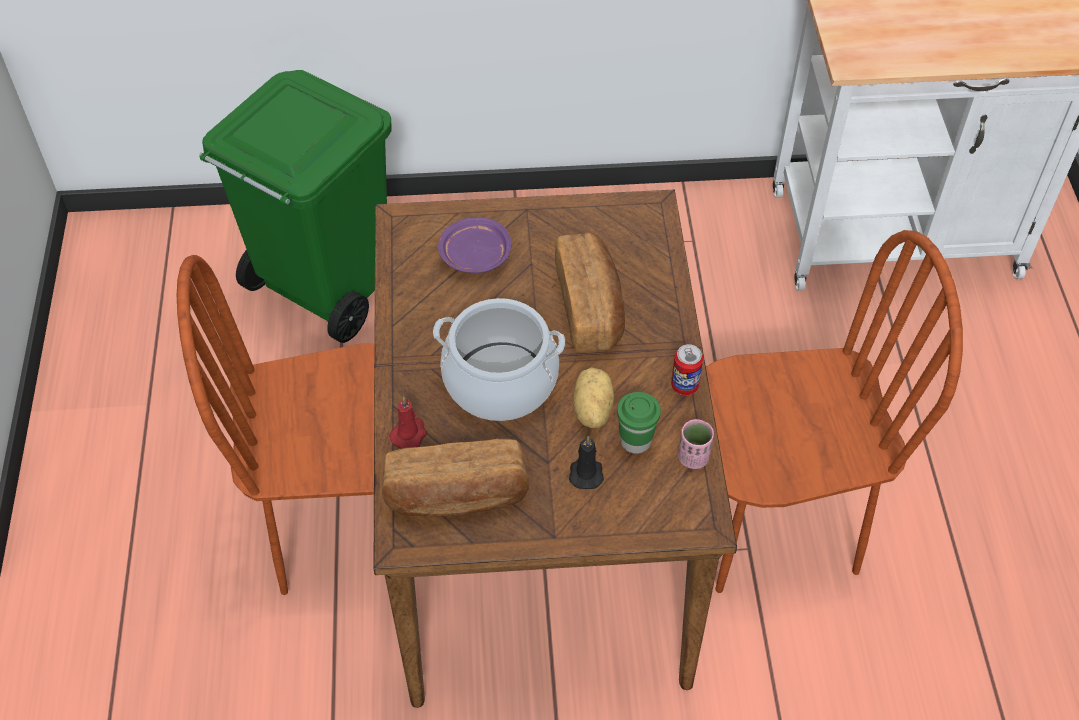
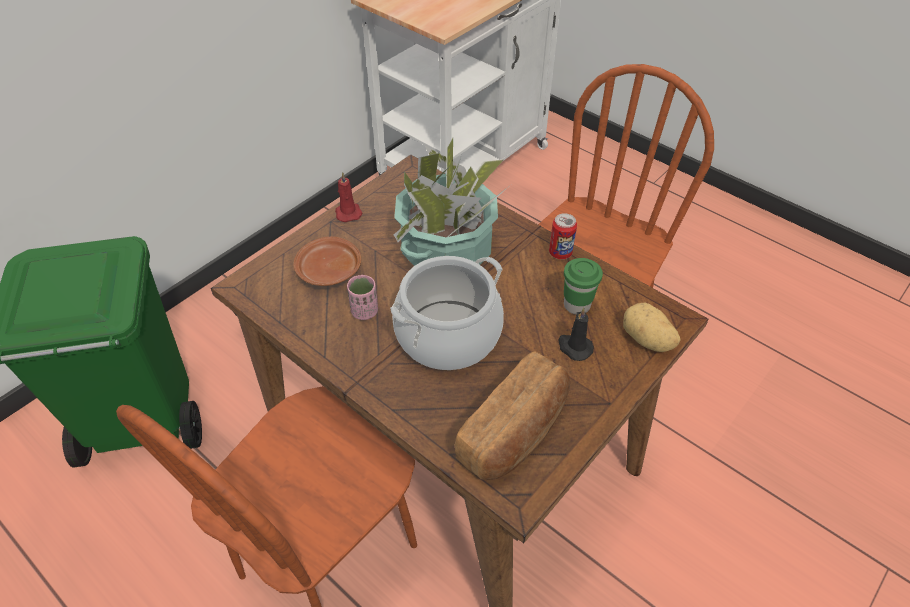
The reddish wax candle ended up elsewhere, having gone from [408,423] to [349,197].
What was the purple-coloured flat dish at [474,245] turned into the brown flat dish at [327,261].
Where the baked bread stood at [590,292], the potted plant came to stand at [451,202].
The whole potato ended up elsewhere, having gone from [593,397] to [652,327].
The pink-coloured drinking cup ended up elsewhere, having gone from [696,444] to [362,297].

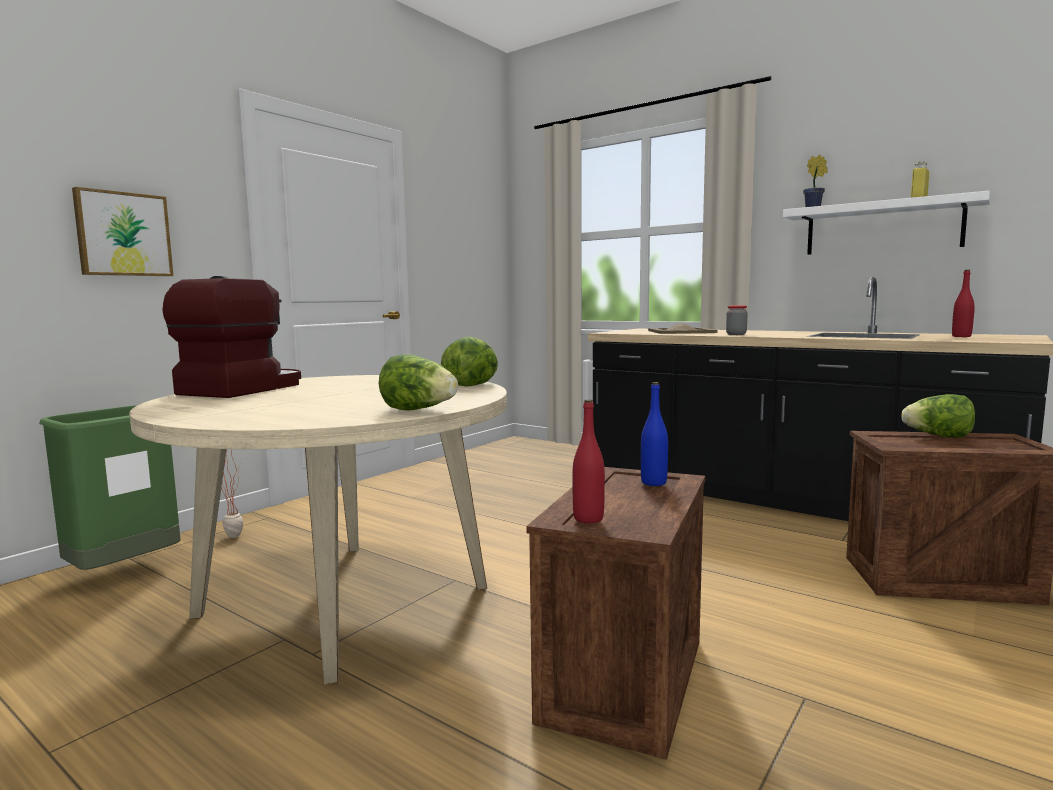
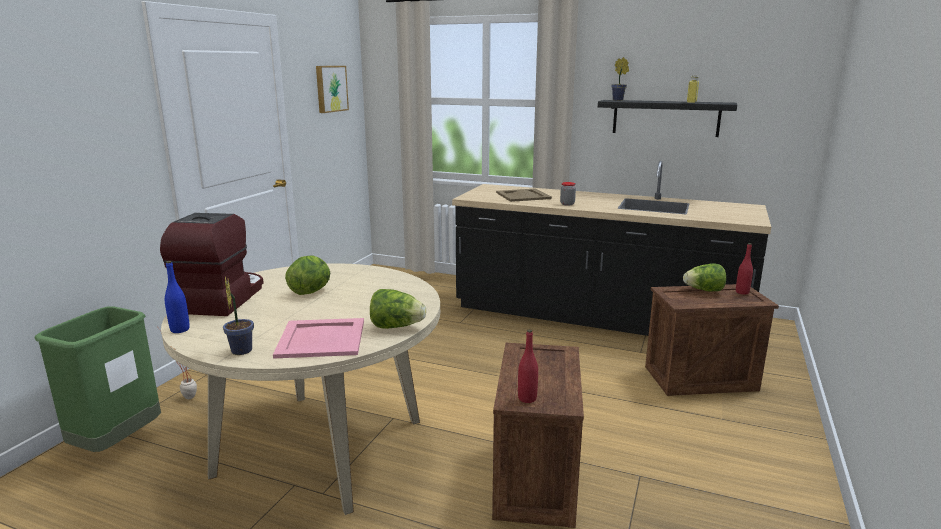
The picture ended up elsewhere, having gone from [123,231] to [332,89].
The lettuce ended up elsewhere, having gone from [469,361] to [307,275].
The bluish beverage bottle ended up elsewhere, having gone from [654,434] to [177,297].
What was the white shelf at [887,223] turned into the black-coloured shelf at [667,118].
The reddish beverage bottle ended up elsewhere, having gone from [963,303] to [744,269].
The second view gained the potted plant at [238,316].
The second view gained the pink-coloured tray at [318,338].

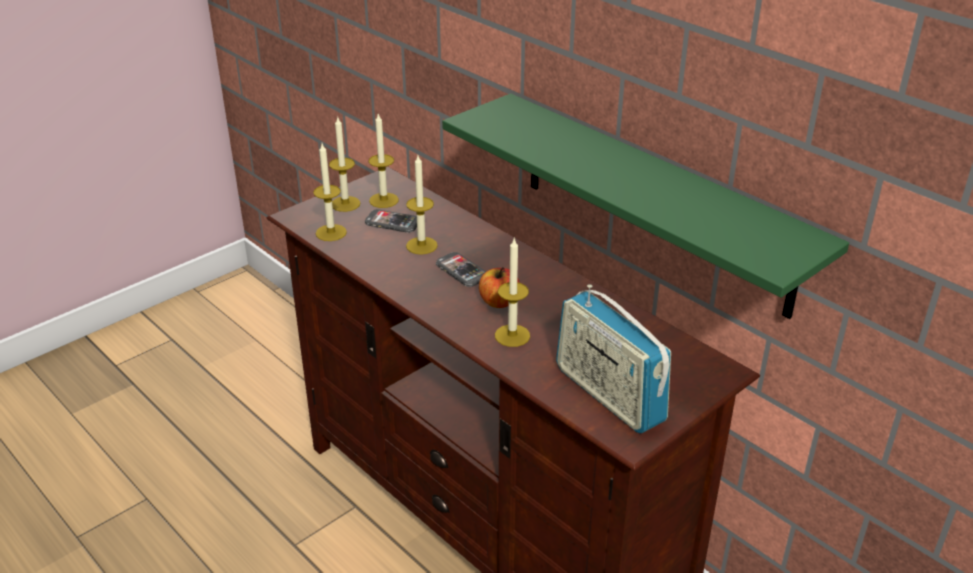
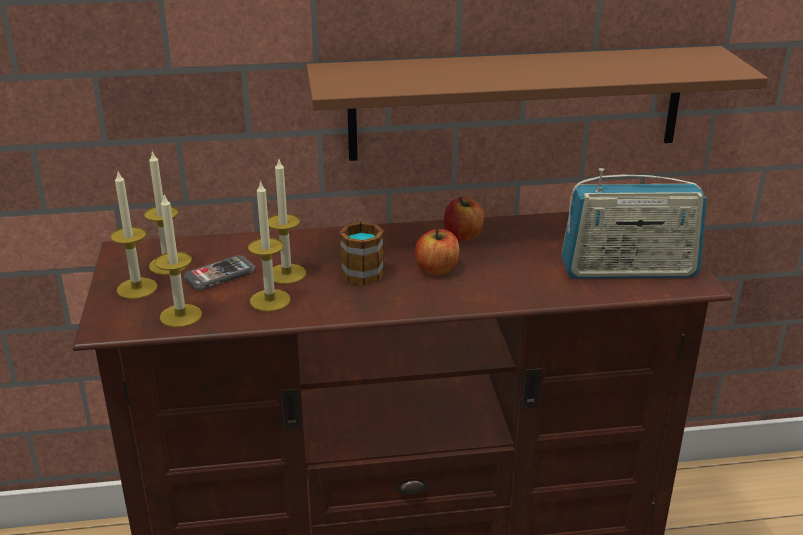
Where the telephone stood at [461,269], the coffee mug came to stand at [362,252].
What was the green-coloured shelf at [645,206] turned into the brown shelf at [537,103].
The wax candle ended up elsewhere, having gone from [512,293] to [269,246].
The second view gained the apple at [464,219].

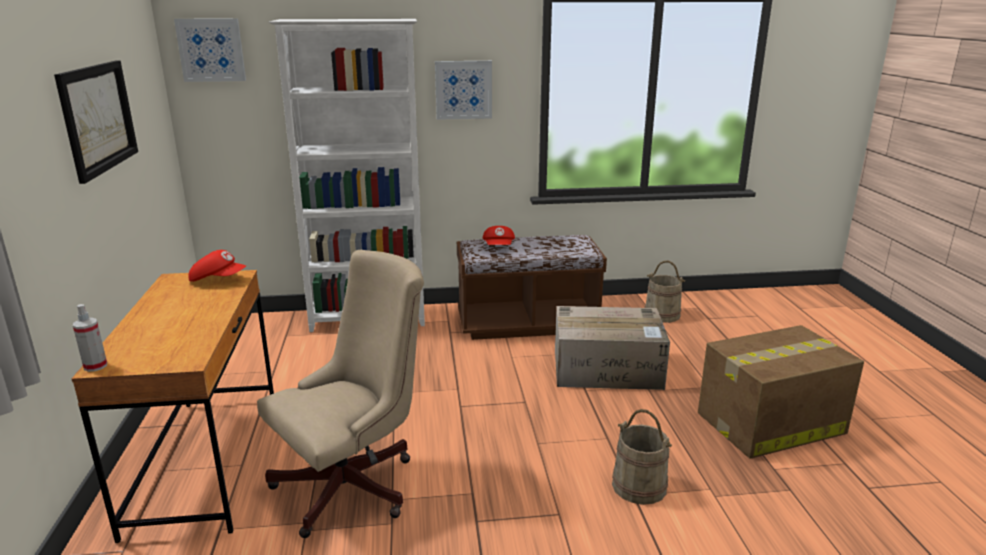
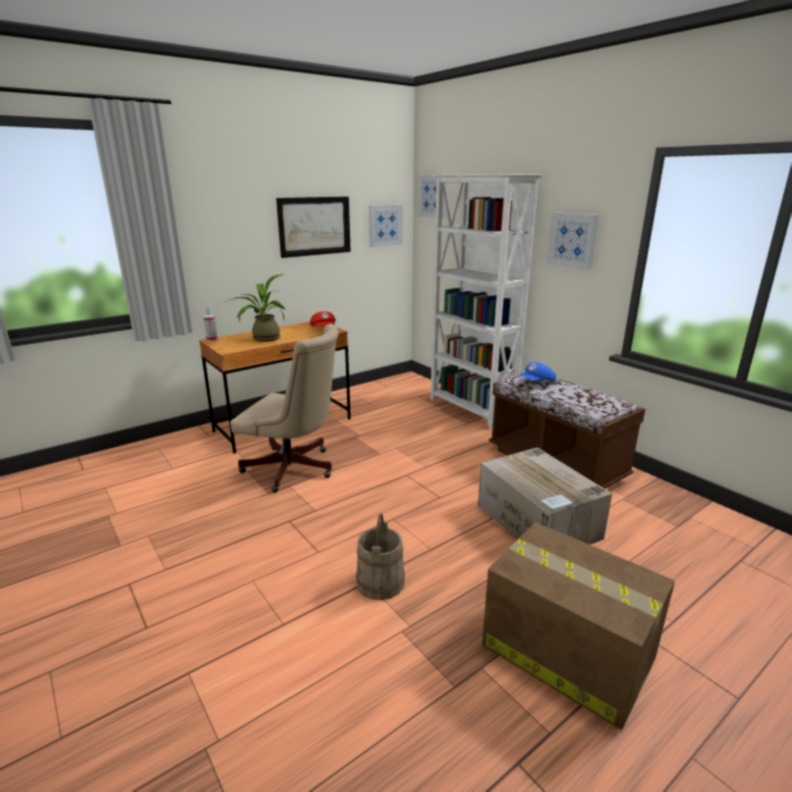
What was the reddish peaked cap at [499,235] turned into the bluish peaked cap at [538,372].
The second view lost the sand-coloured water bucket at [664,292].
The second view gained the potted plant at [255,308].
The second view gained the picture at [386,226].

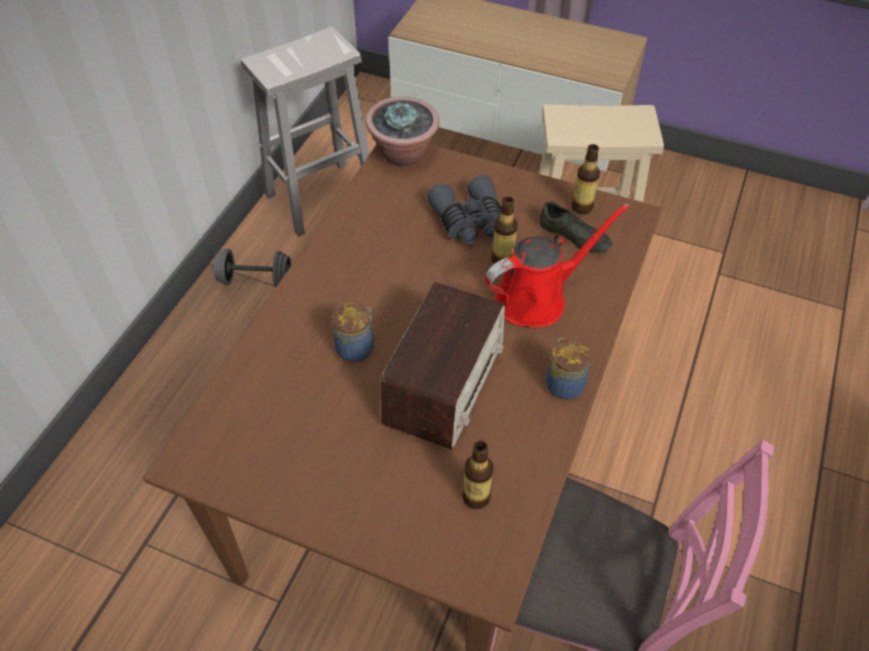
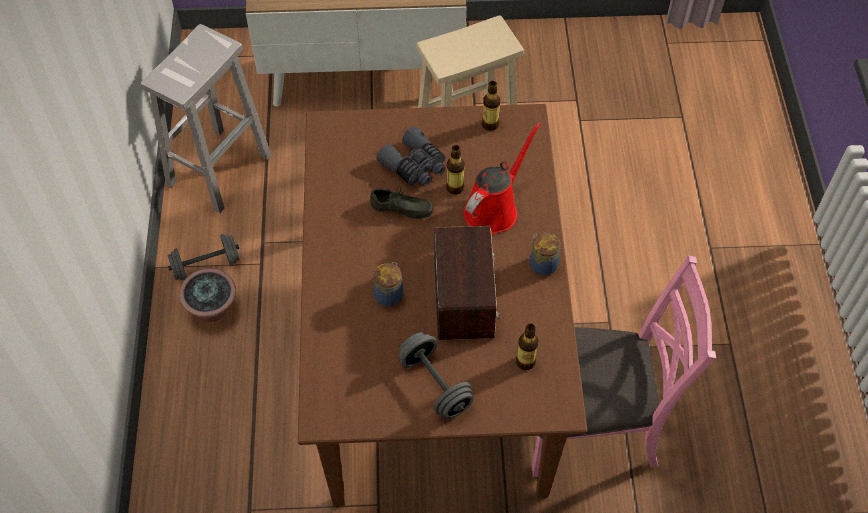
The potted plant ended up elsewhere, having gone from [402,131] to [207,295].
The grey shoe ended up elsewhere, having gone from [576,227] to [402,202].
The second view gained the grey dumbbell at [436,375].

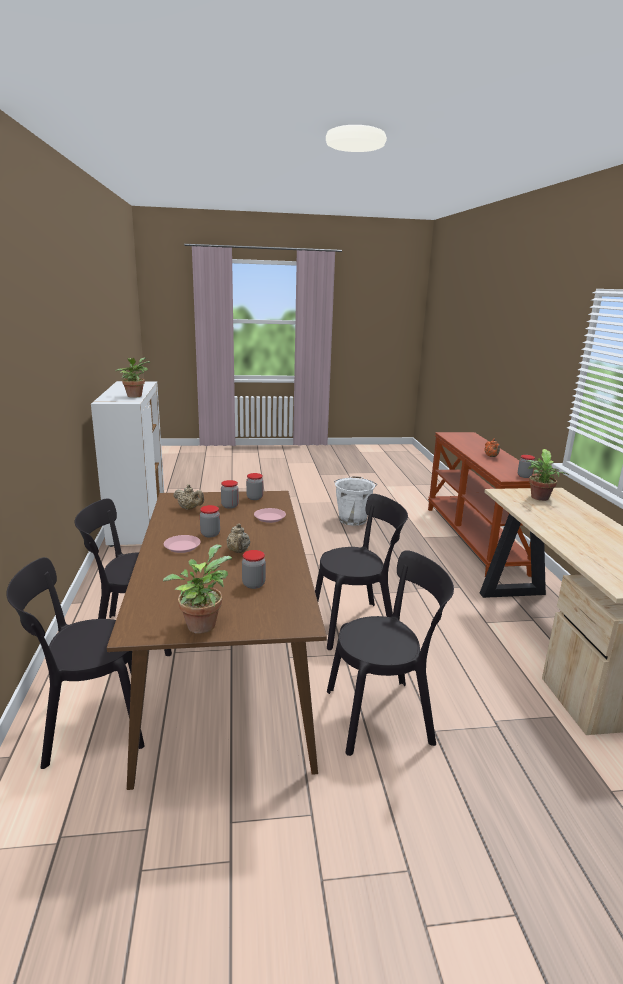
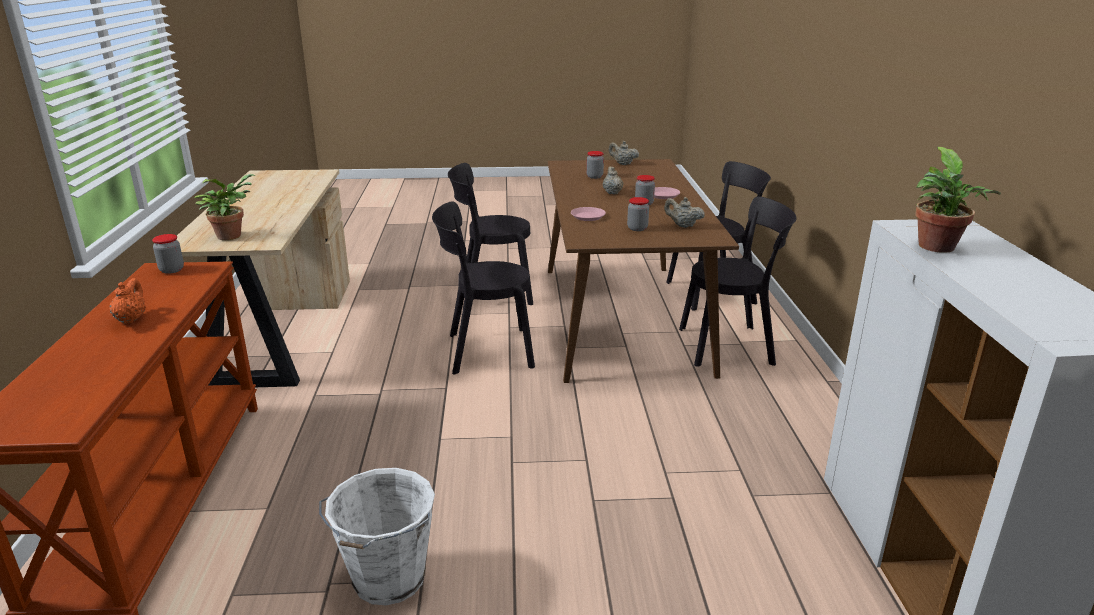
Where the potted plant stood at [197,589], the sand-coloured tea pot came to stand at [623,153].
The second view lost the jar at [254,486].

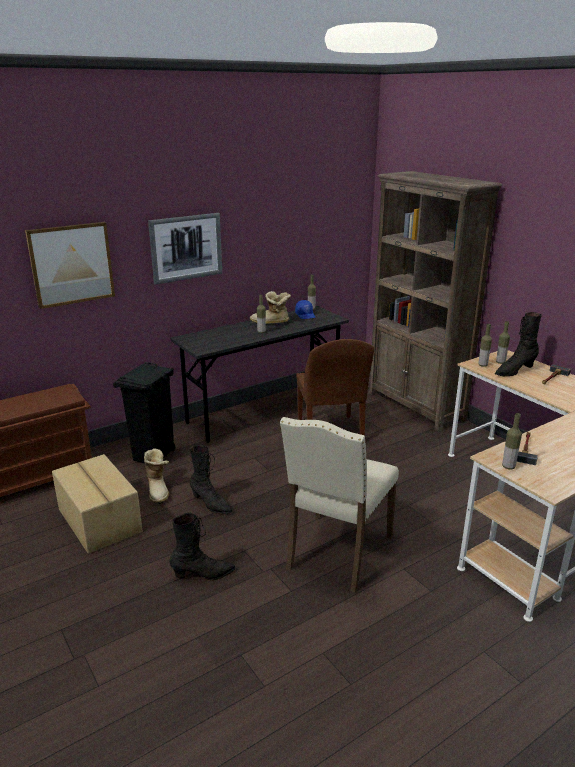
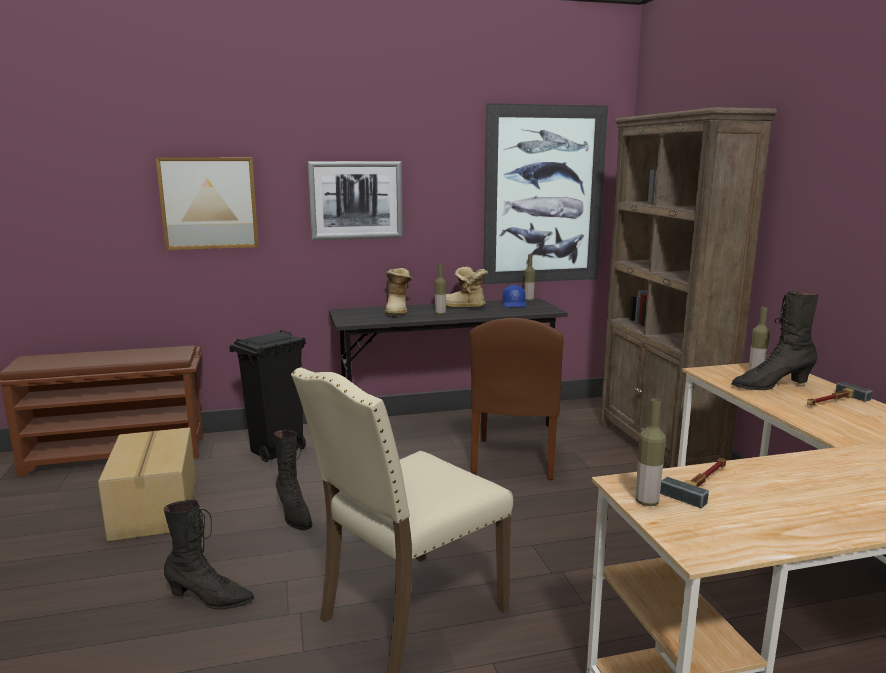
The tall boot ended up elsewhere, having gone from [156,476] to [399,292].
The second view lost the beverage bottle at [485,345].
The second view gained the picture at [545,193].

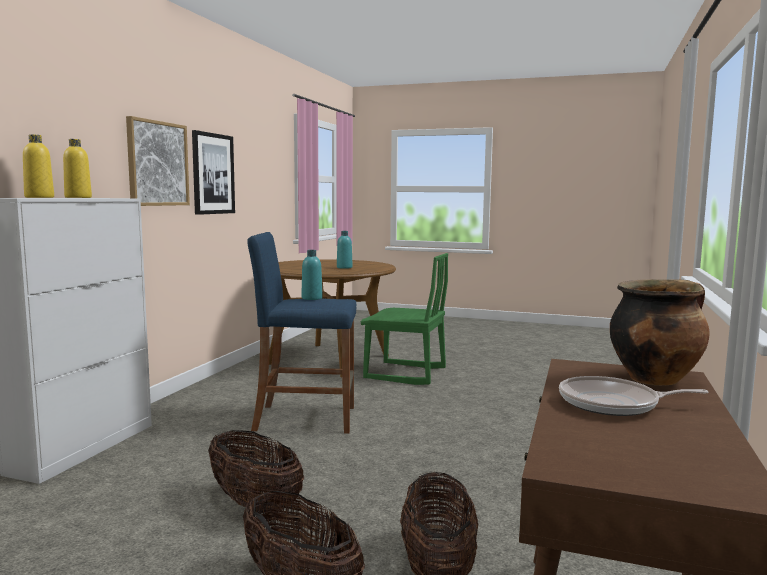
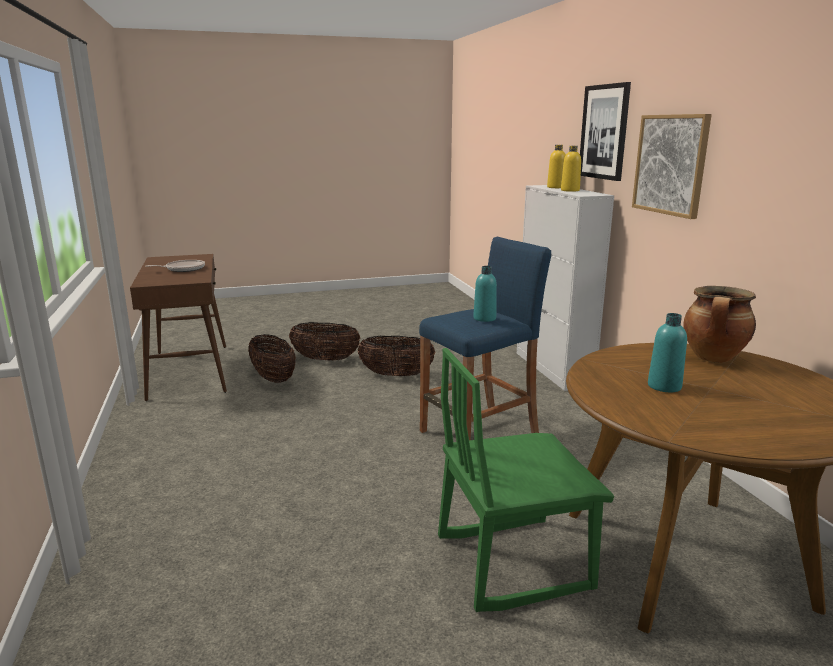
The picture ended up elsewhere, having gone from [213,172] to [605,131].
The cooking pot ended up elsewhere, having gone from [660,332] to [719,324].

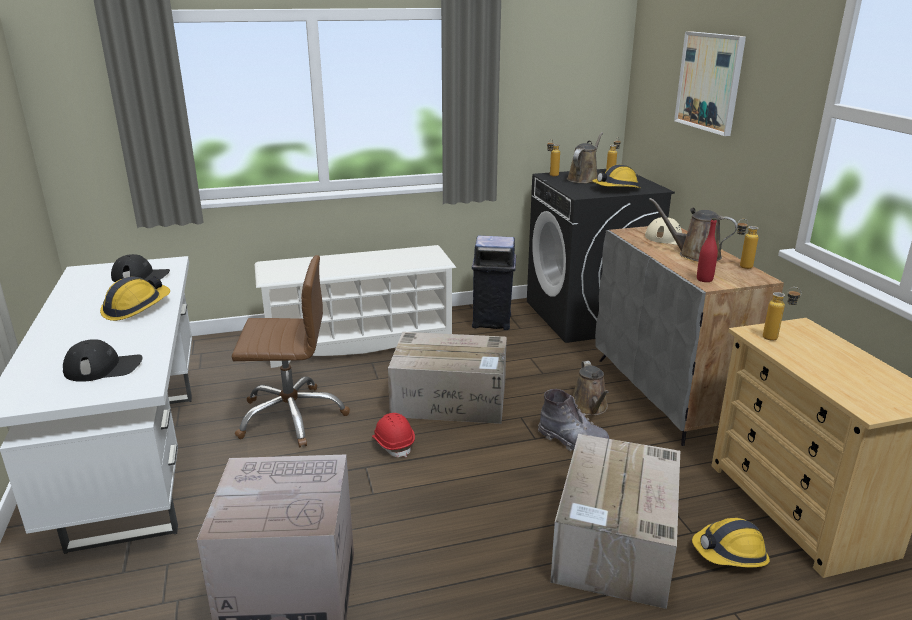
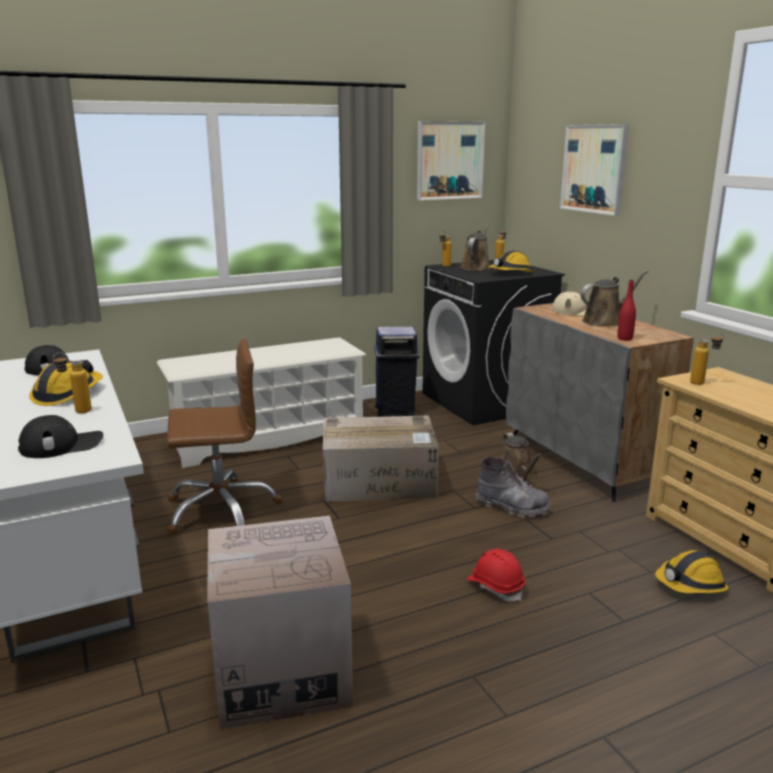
The reddish safety helmet ended up elsewhere, having gone from [393,435] to [496,575].
The second view lost the cardboard box at [615,521].
The brown watering pot at [693,230] ended up facing another way, 135 degrees clockwise from before.
The beverage bottle ended up elsewhere, having gone from [747,244] to [72,382].
The second view gained the picture at [451,160].

